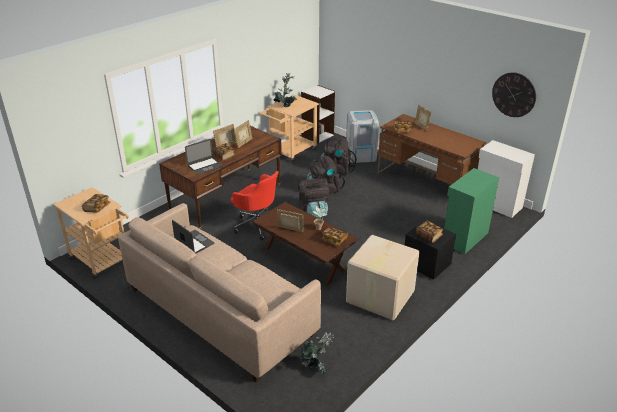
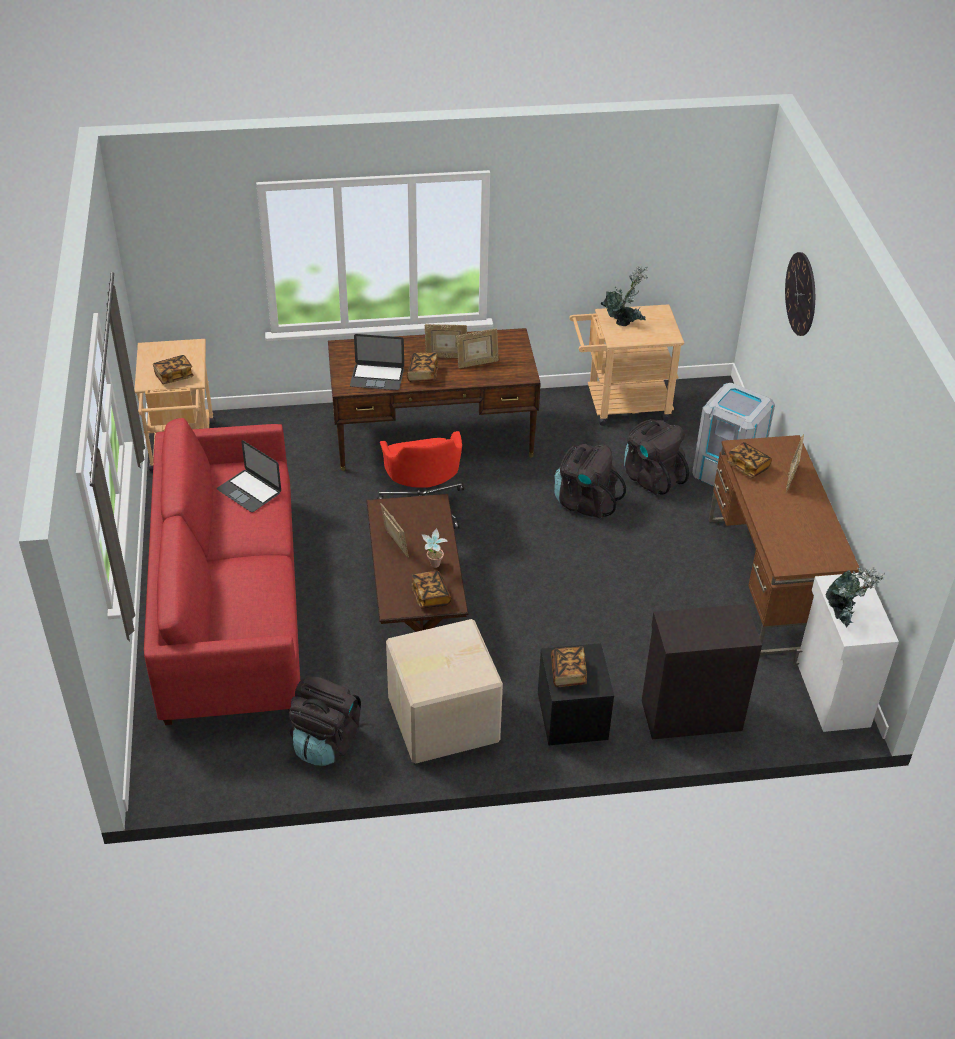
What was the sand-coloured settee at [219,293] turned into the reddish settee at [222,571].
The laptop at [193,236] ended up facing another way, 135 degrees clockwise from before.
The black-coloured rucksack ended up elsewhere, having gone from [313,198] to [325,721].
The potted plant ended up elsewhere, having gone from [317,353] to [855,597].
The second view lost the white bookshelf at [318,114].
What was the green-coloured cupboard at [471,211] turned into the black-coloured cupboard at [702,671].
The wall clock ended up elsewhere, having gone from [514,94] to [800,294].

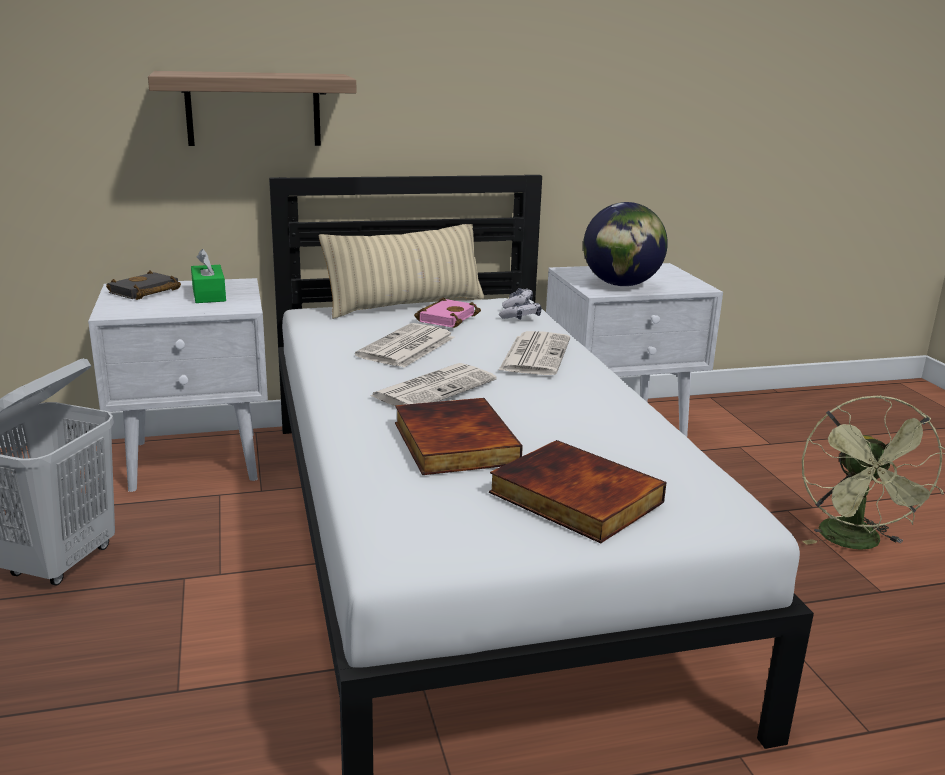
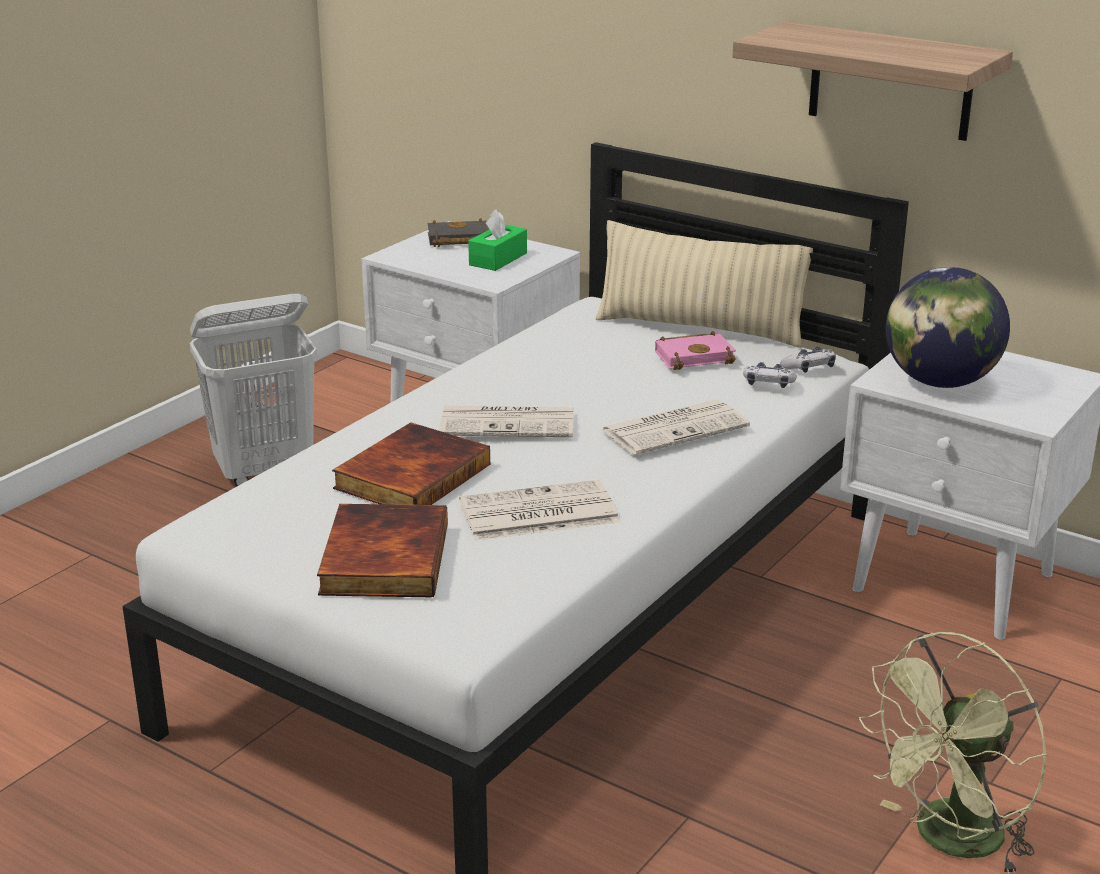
The shelf ended up elsewhere, having gone from [252,108] to [872,81].
The daily paper ended up elsewhere, having gone from [405,345] to [539,510].

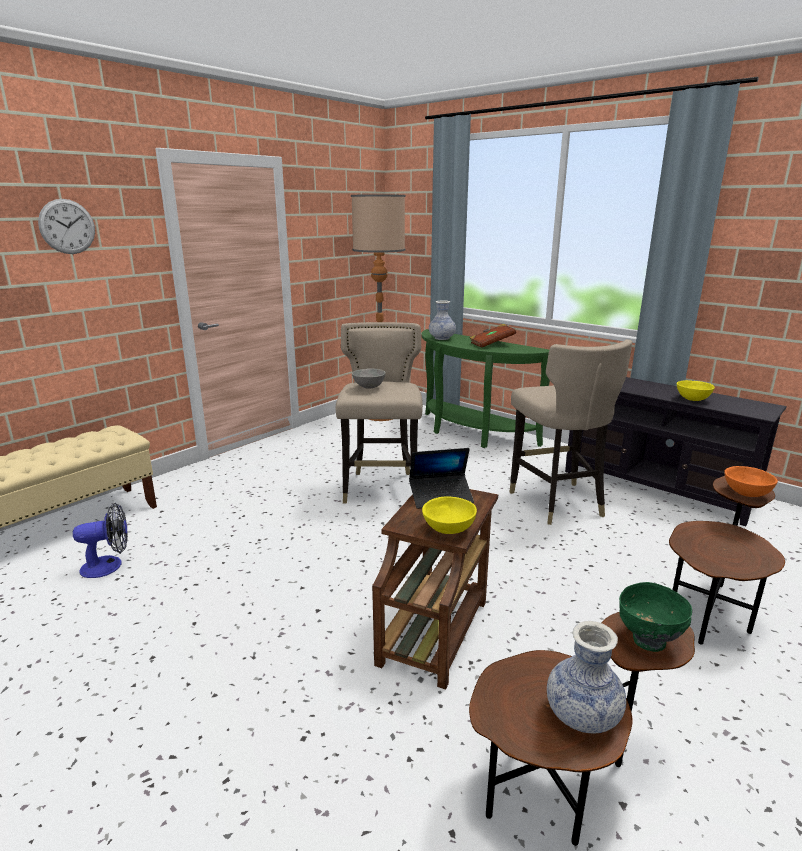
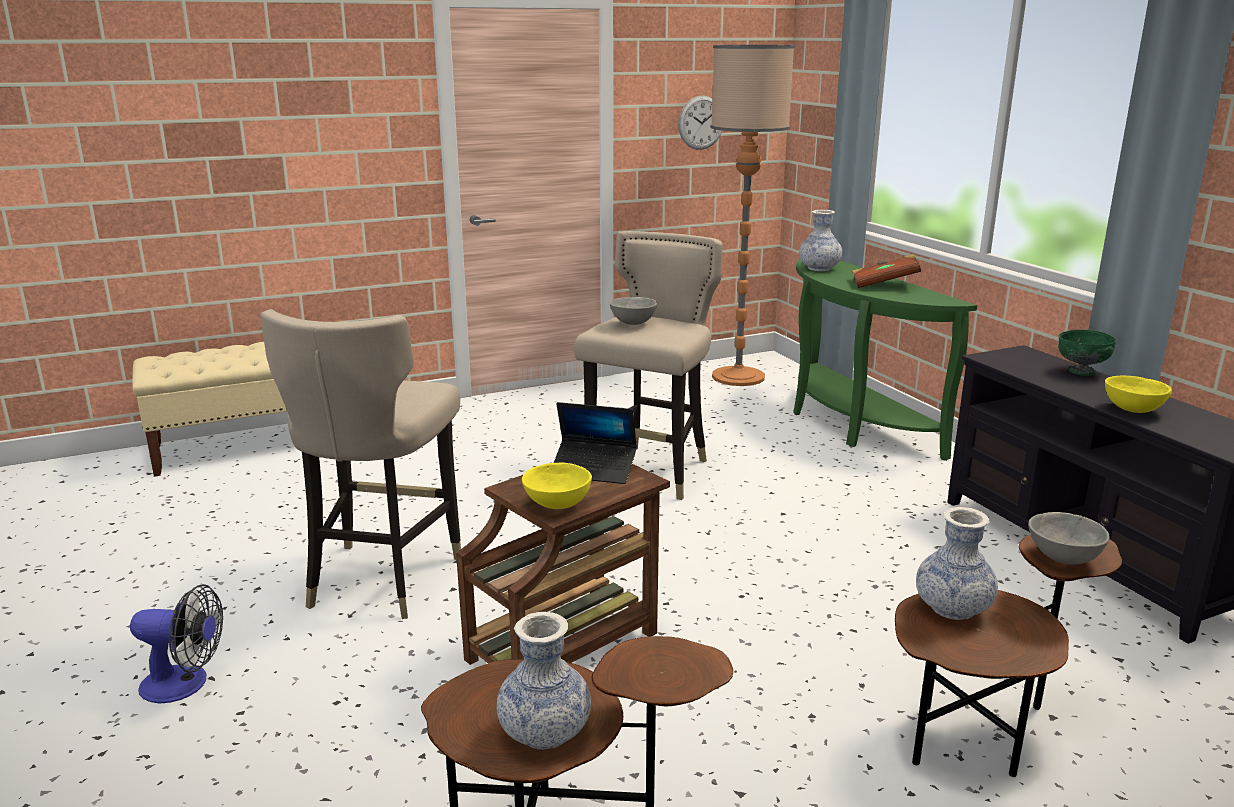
The wall clock ended up elsewhere, having gone from [66,226] to [700,123].
The cooling fan ended up elsewhere, having gone from [100,540] to [176,644].
The sand-coloured sitting stool ended up elsewhere, having gone from [571,432] to [360,464].
The green-coloured bowl ended up elsewhere, having gone from [655,617] to [1087,353].
What was the orange-coloured bowl at [751,481] turned into the grey bowl at [1069,538].
The second view gained the vase at [957,563].

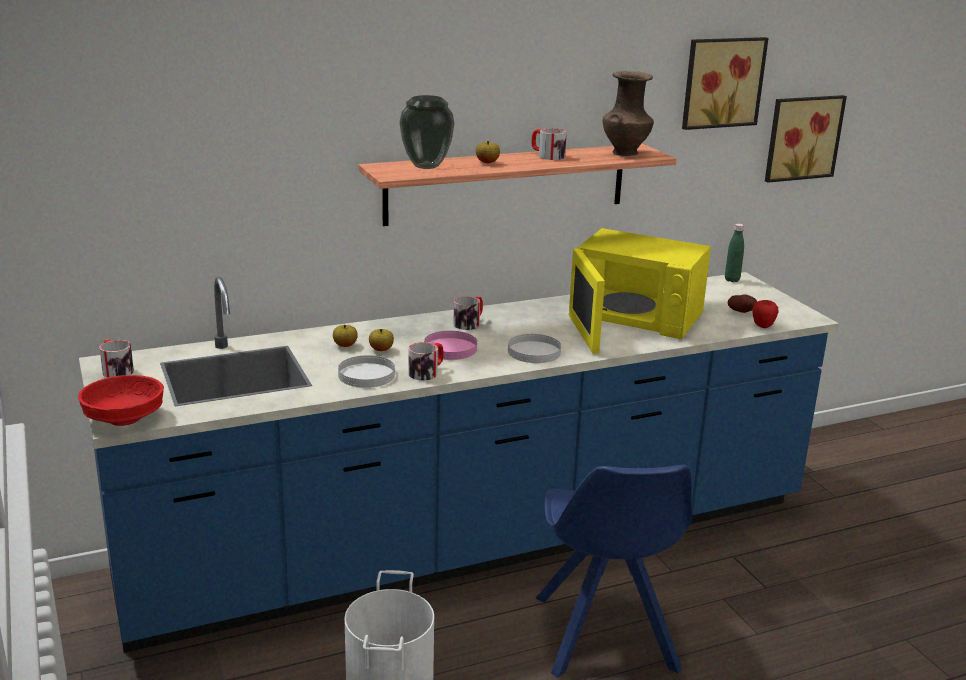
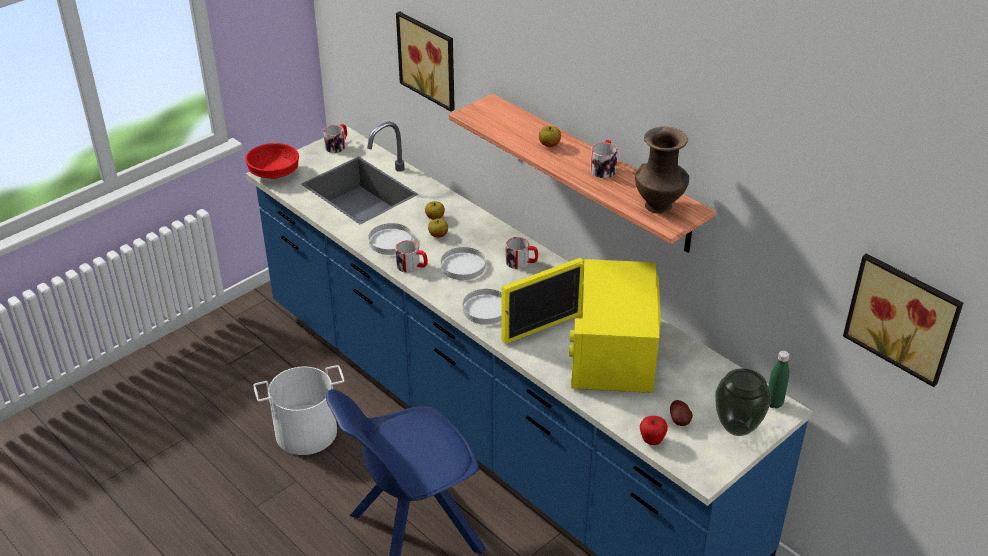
The vase ended up elsewhere, having gone from [427,132] to [743,402].
What was the pink-coloured flat dish at [450,345] turned into the white flat dish at [463,263].
The picture ended up elsewhere, having gone from [725,83] to [425,61].

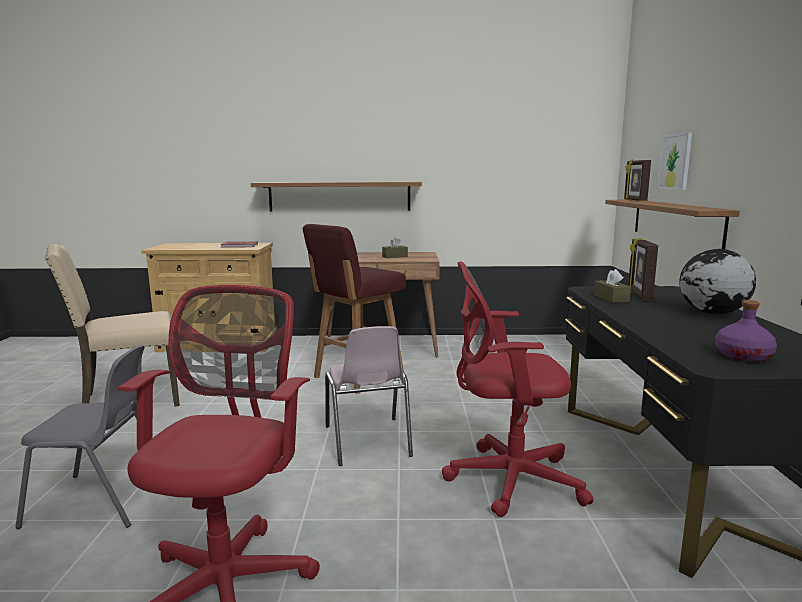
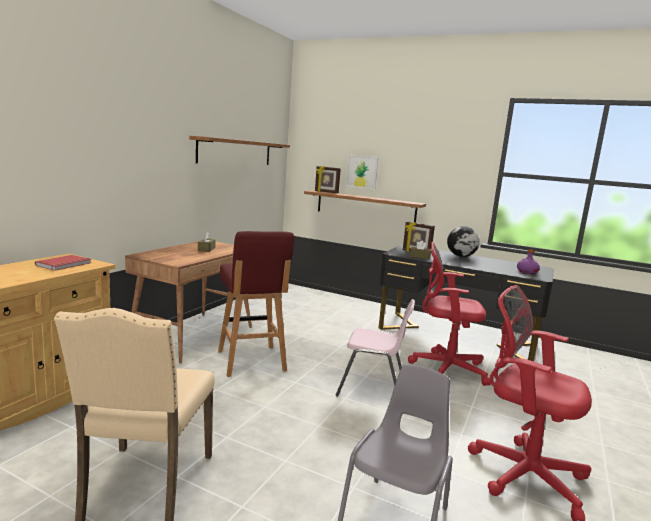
The shelf ended up elsewhere, having gone from [336,196] to [239,150].
The reddish computer chair at [518,389] ended up facing another way, 75 degrees clockwise from before.

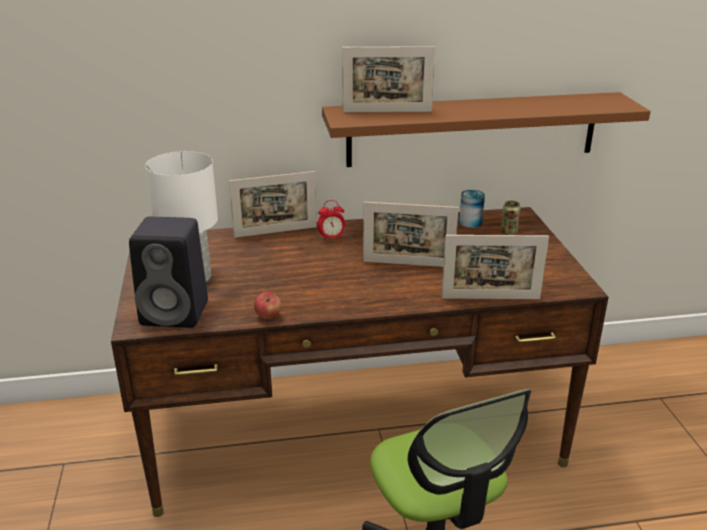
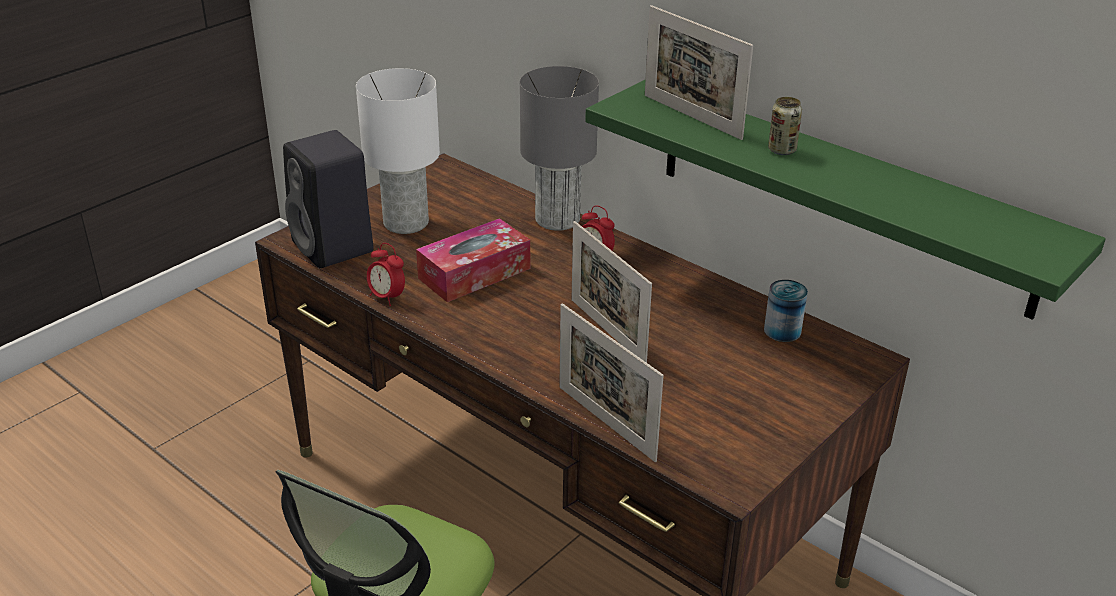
Where the picture frame stood at [273,204], the grey table lamp came to stand at [559,148].
Where the apple stood at [267,305], the table clock came to stand at [386,274].
What was the brown shelf at [486,129] turned into the green-coloured shelf at [845,200].
The sealed can ended up elsewhere, having gone from [511,218] to [785,126].
The second view gained the tissue holder at [473,260].

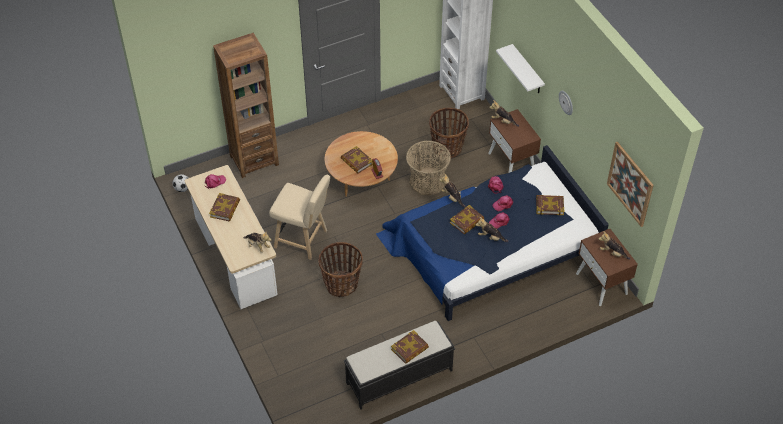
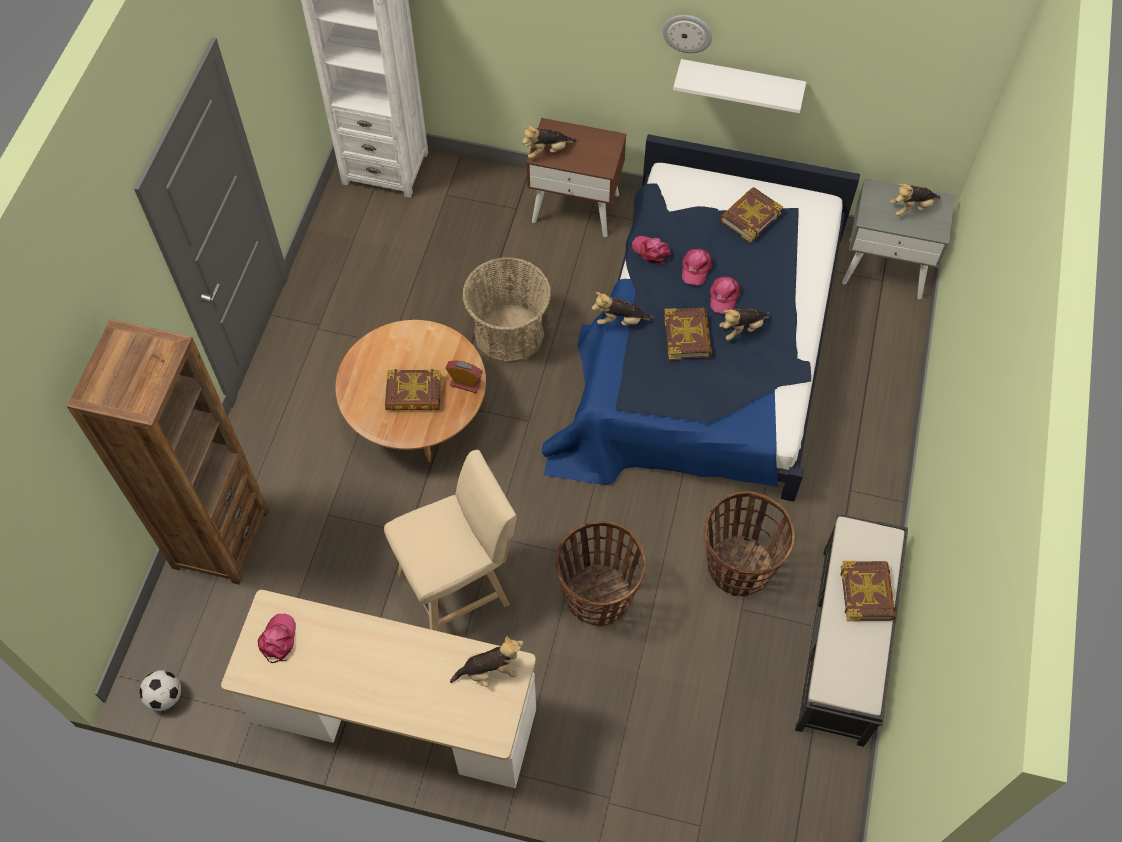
The second view lost the bound book at [224,207].
The basket ended up elsewhere, having gone from [449,133] to [749,544].
The white shelf ended up elsewhere, having gone from [520,68] to [739,86].
What was the brown night table at [607,267] turned into the grey night table at [898,239].
The second view lost the picture at [630,184].

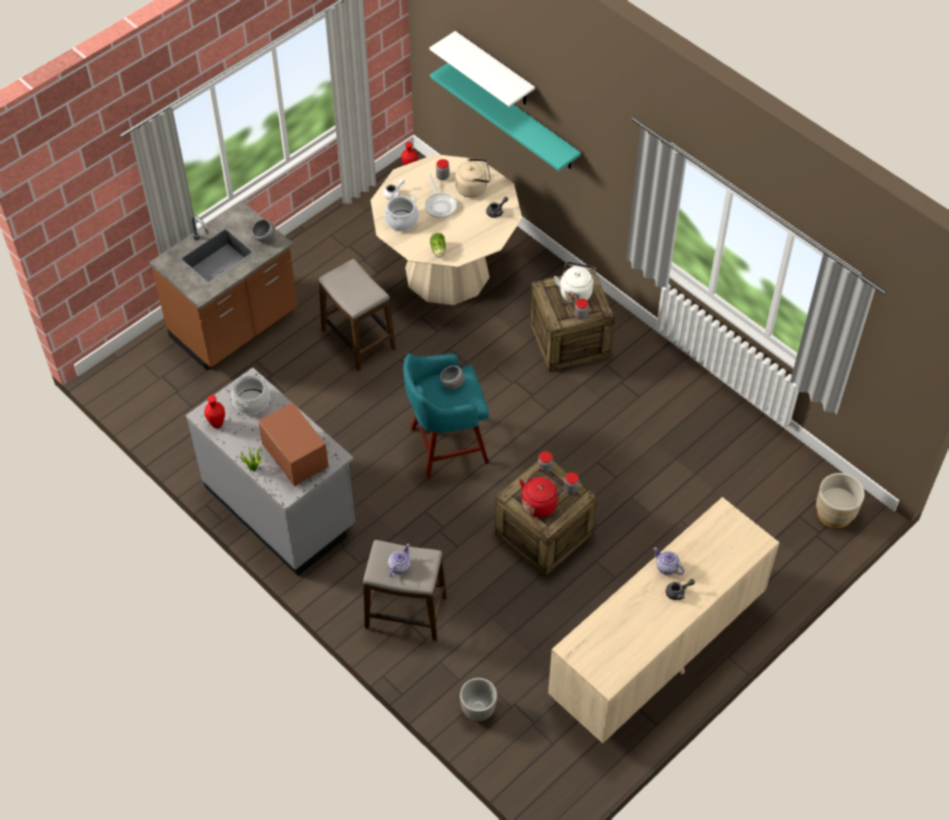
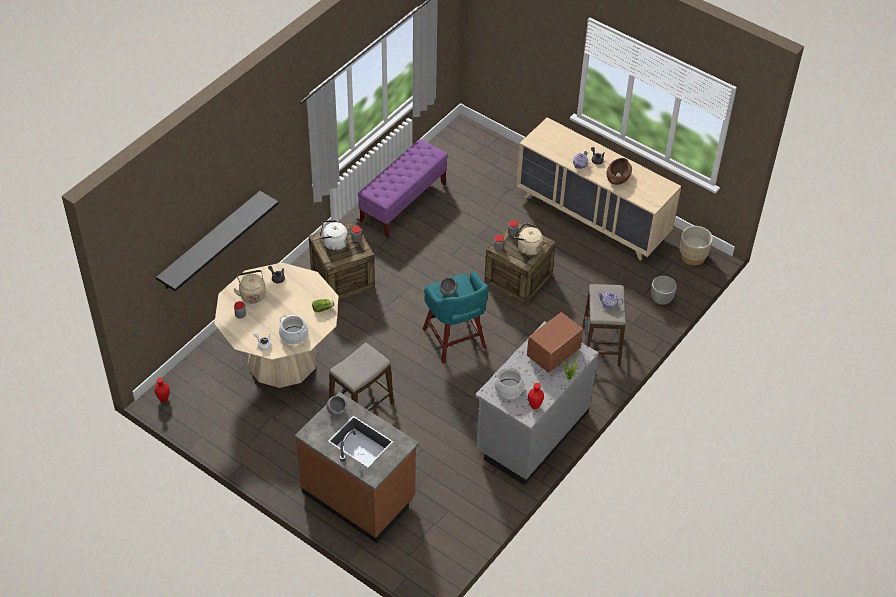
The second view lost the pan at [441,196].
The second view lost the white shelf at [482,69].
What was the turquoise shelf at [505,117] turned into the black-coloured shelf at [217,241].
What was the reddish tea kettle at [542,493] turned into the sand-coloured tea kettle at [528,239].
The sand-coloured flower pot ended up elsewhere, having gone from [840,500] to [696,245].
The second view gained the purple-coloured bench at [403,188].
The second view gained the brown bowl at [619,171].

